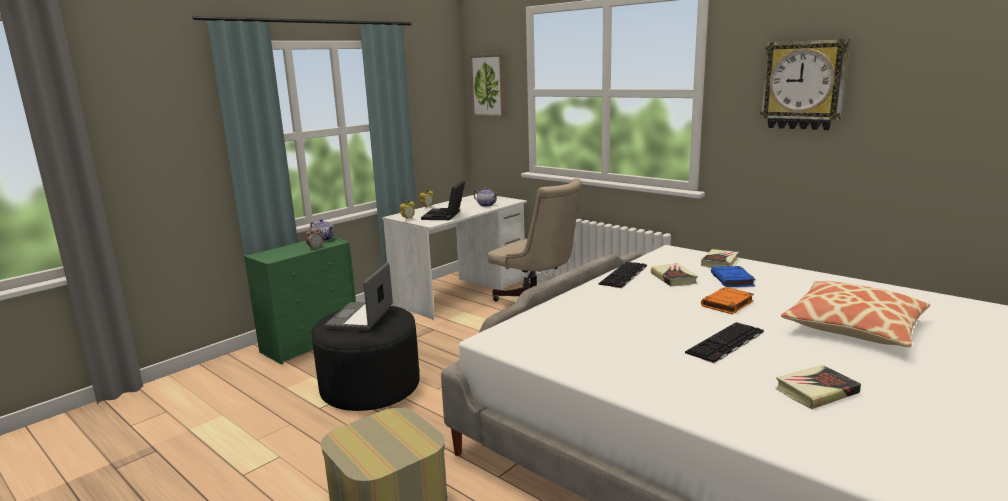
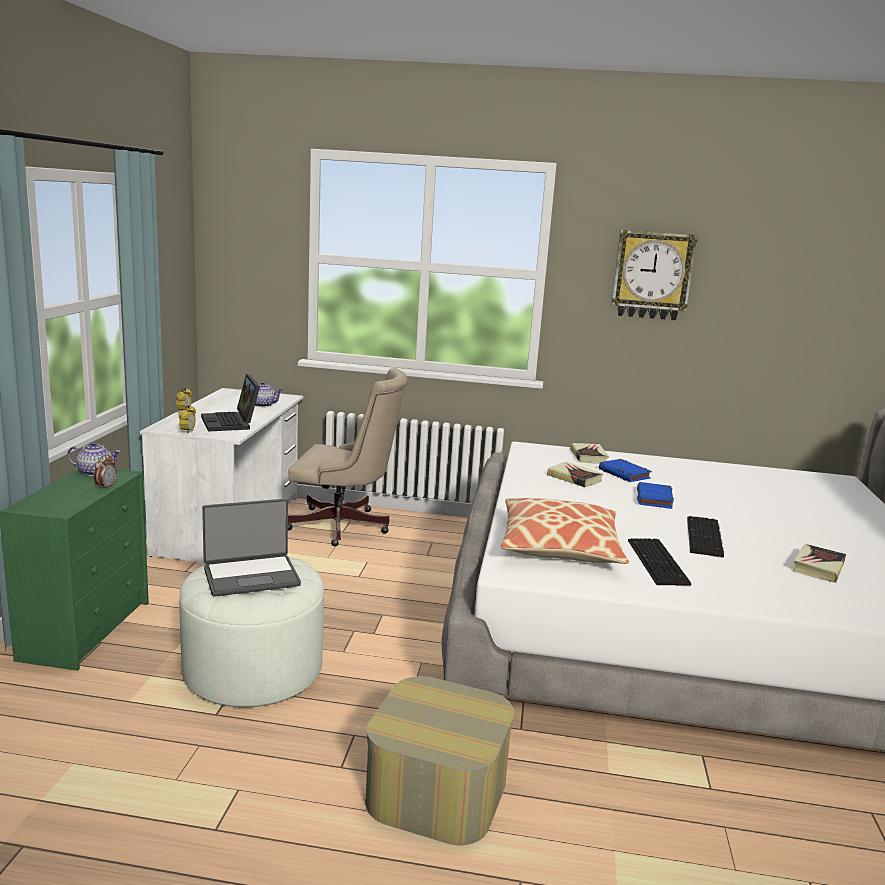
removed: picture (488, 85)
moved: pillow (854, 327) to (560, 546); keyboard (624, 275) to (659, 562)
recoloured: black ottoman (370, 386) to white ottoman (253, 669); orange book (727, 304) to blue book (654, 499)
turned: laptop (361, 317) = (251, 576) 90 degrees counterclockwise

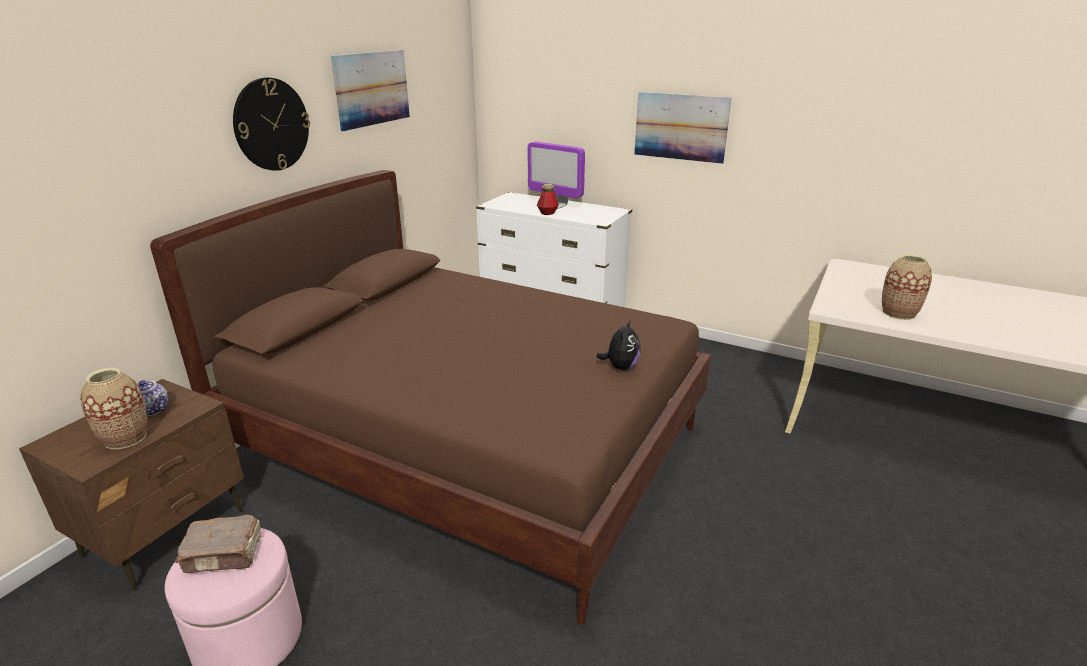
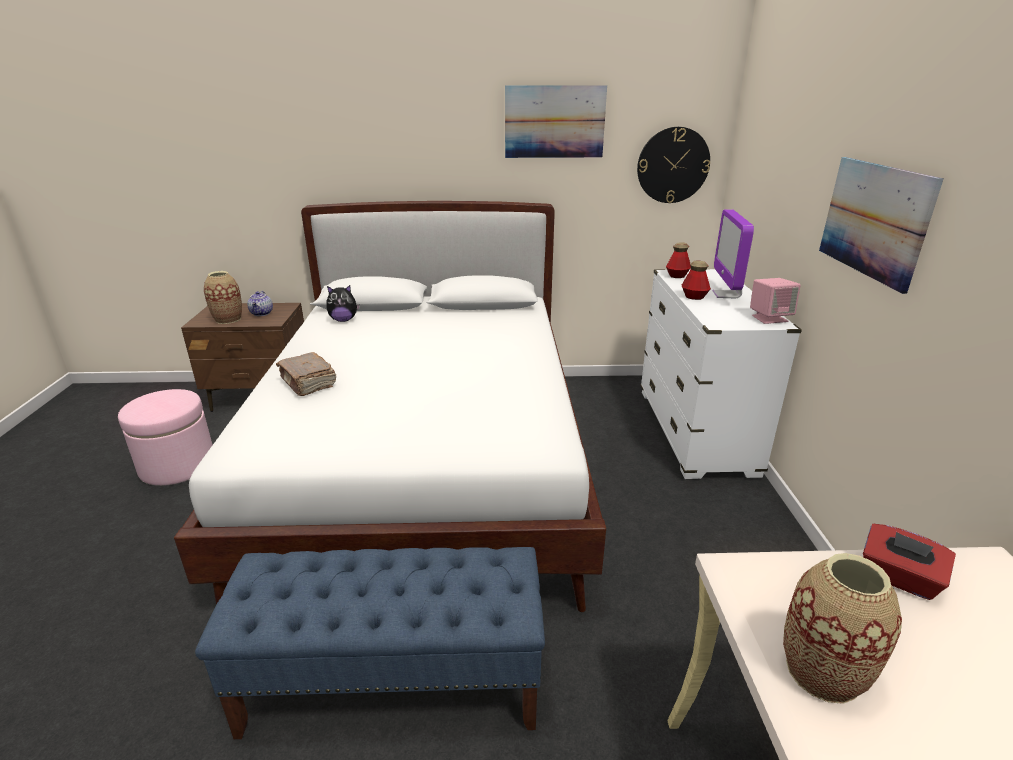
added: blue bench (394, 683); bottle (677, 276); pink speaker (769, 318); red tissue box (898, 578)
moved: brown book (224, 554) to (308, 383); plush toy (620, 367) to (343, 320); wall clock (271, 124) to (673, 165)
recoloured: brown bed (469, 445) to white bed (427, 466)

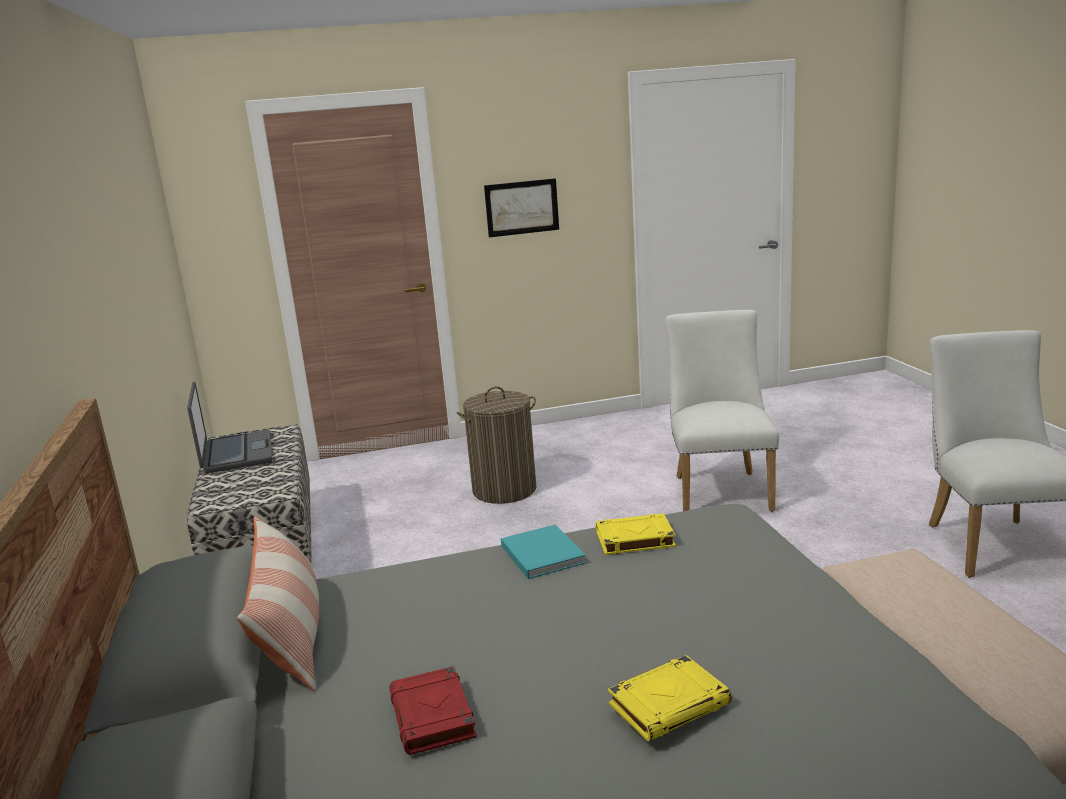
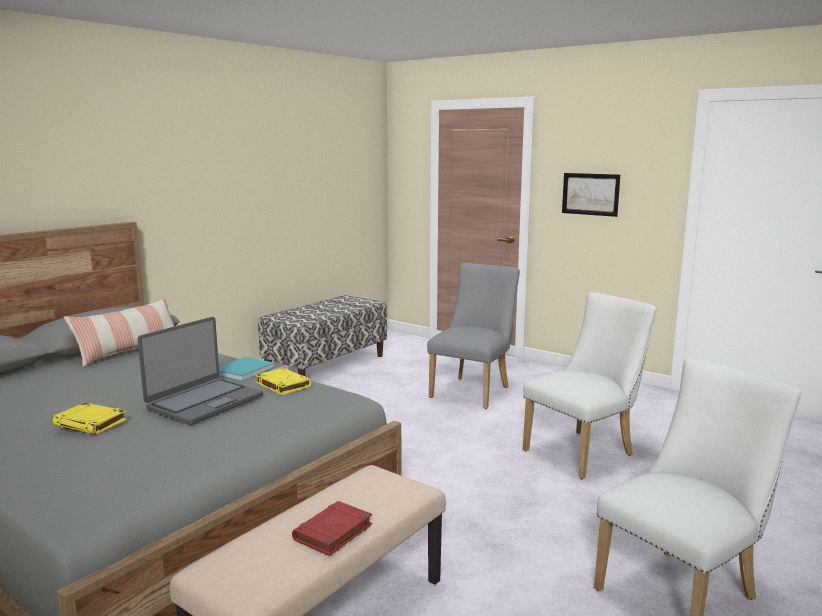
moved: laptop (236, 453) to (204, 402); red book (433, 717) to (333, 533)
replaced: laundry basket (504, 490) to grey chair (473, 390)

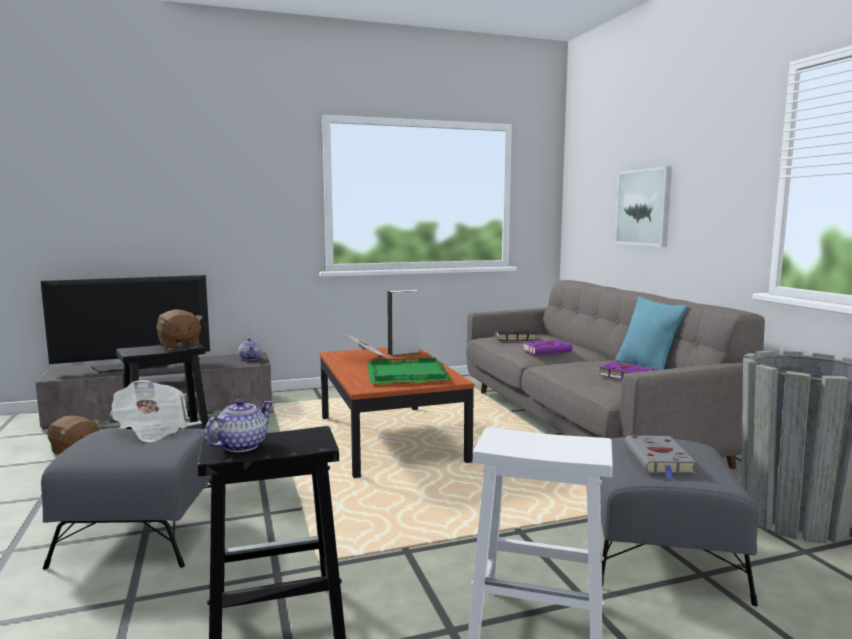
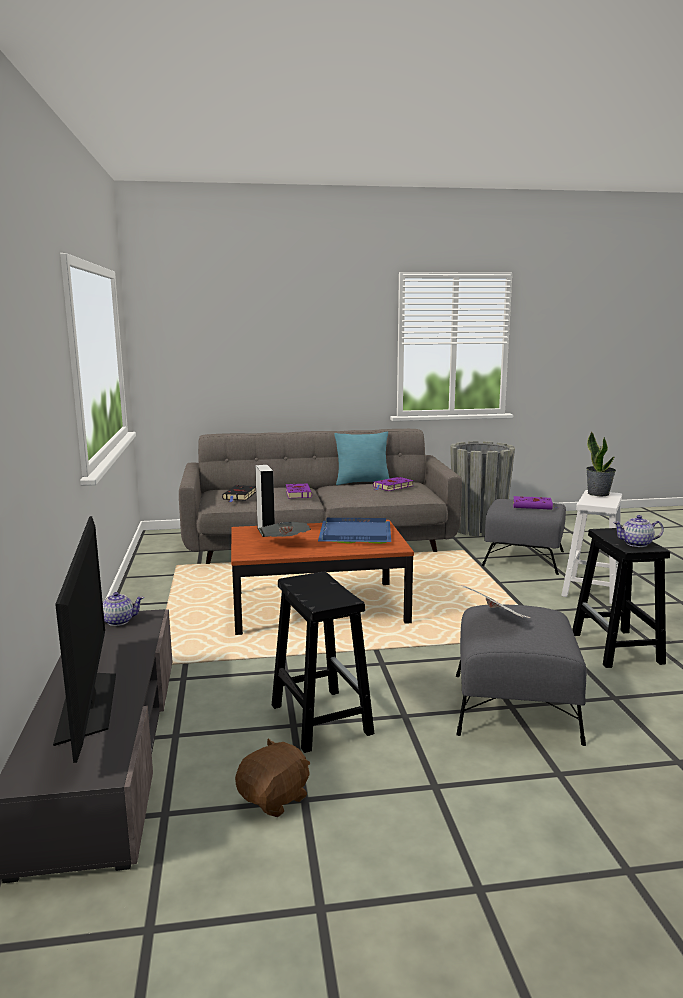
removed: brown plush toy (179, 346); picture (643, 207)
added: potted plant (598, 493)
recoloured: green tray (408, 374) to blue tray (354, 533); grey book (659, 460) to purple book (533, 506)
turned: teapot (240, 446) = (637, 544) 45 degrees counterclockwise

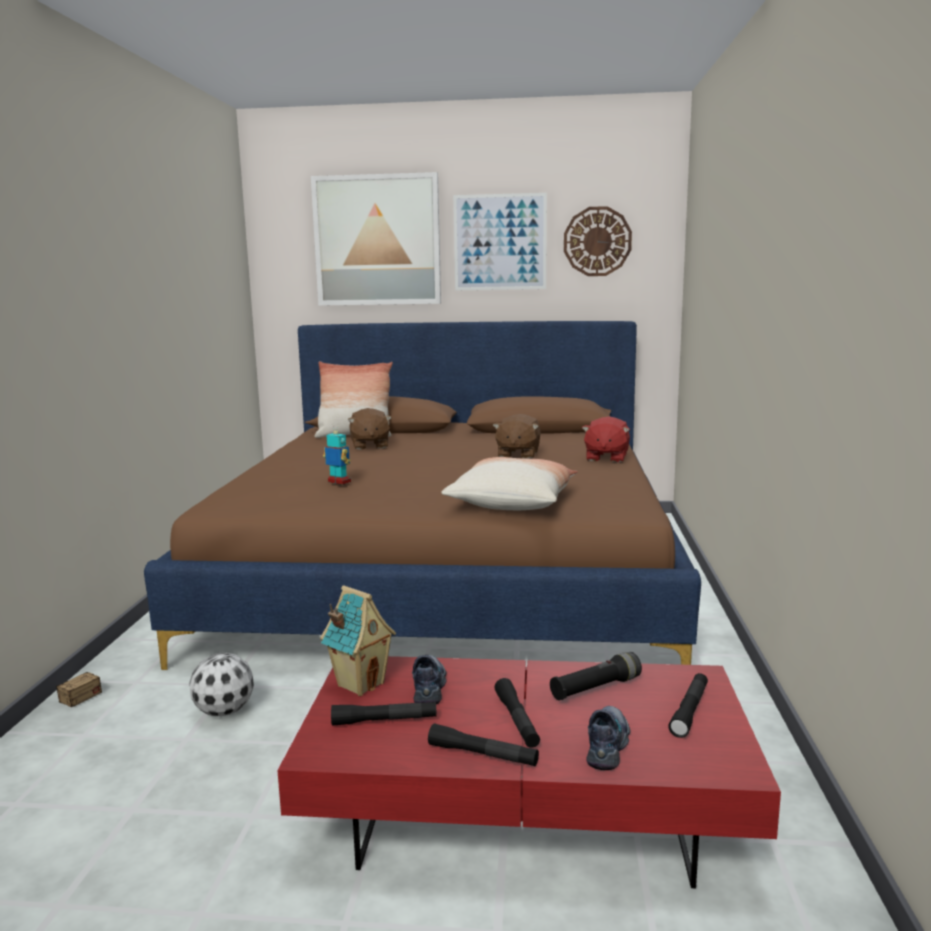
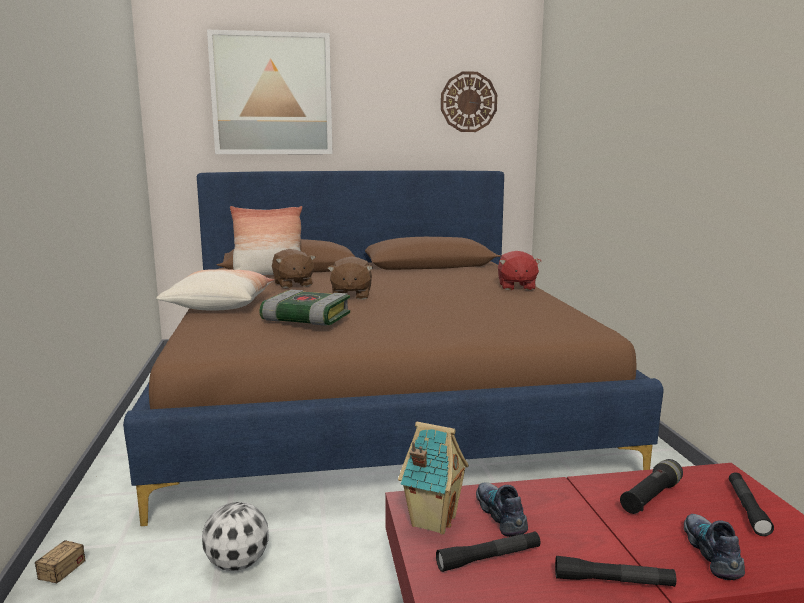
removed: picture (500, 242); black flashlight (517, 720)
moved: pillow (512, 502) to (220, 305); brown plush toy (517, 454) to (351, 296)
replaced: toy robot (339, 482) to book (305, 318)

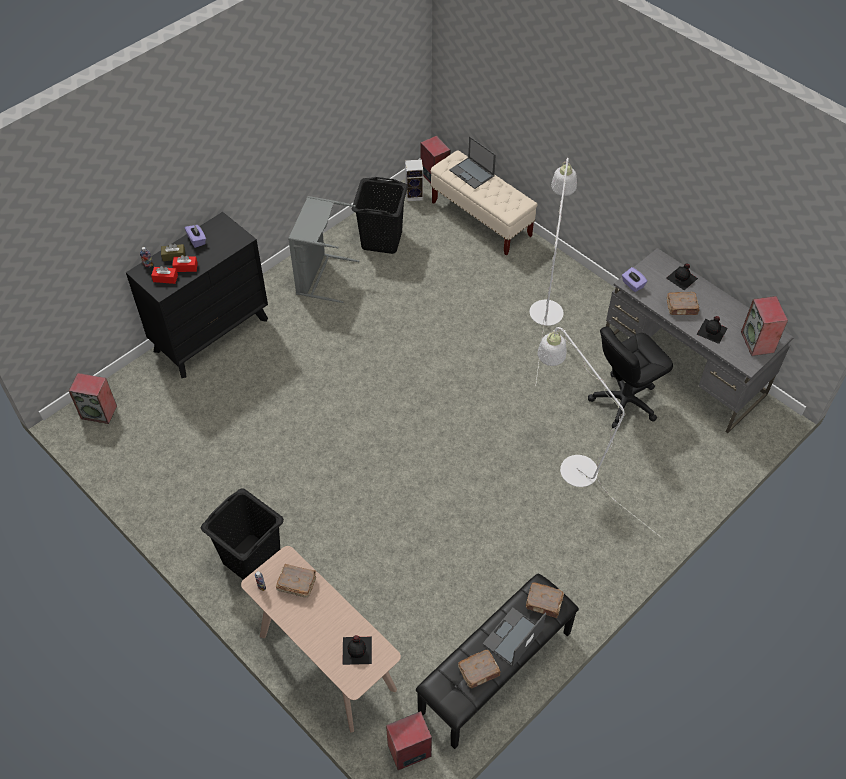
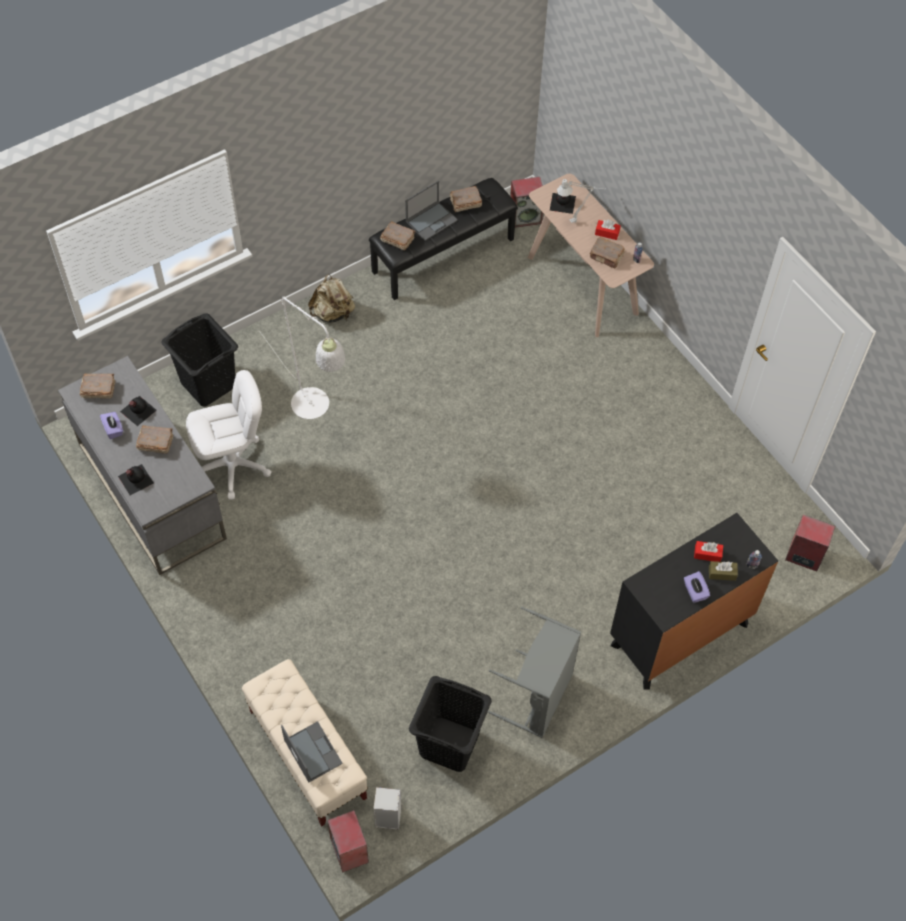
removed: white floor lamp (547, 305)
added: beige backpack (333, 313); grey table lamp (578, 221)
moved: purple tissue box (632, 285) to (113, 429); black laundry basket (251, 559) to (208, 384); red tissue box (165, 278) to (607, 233)
replaced: speaker (758, 342) to brown book (98, 389)
recoloured: black office chair (624, 401) to white office chair (233, 466)

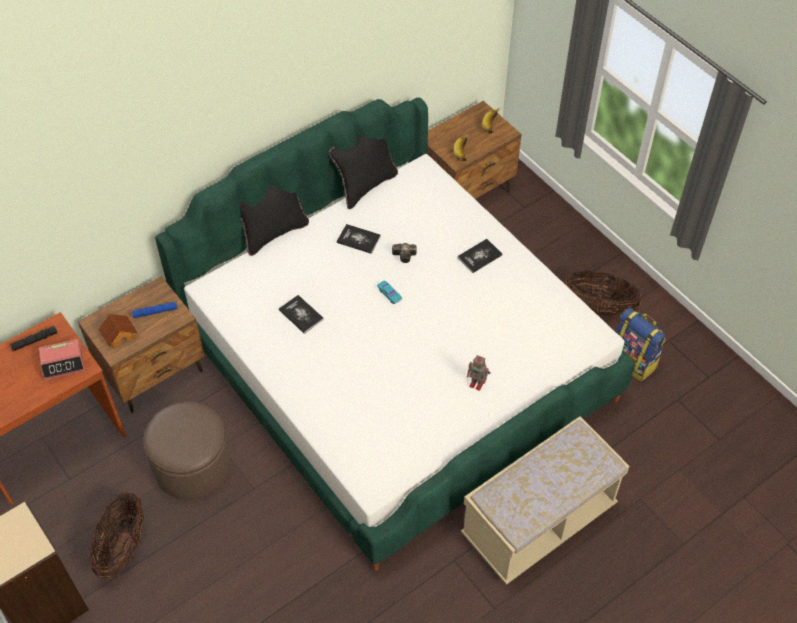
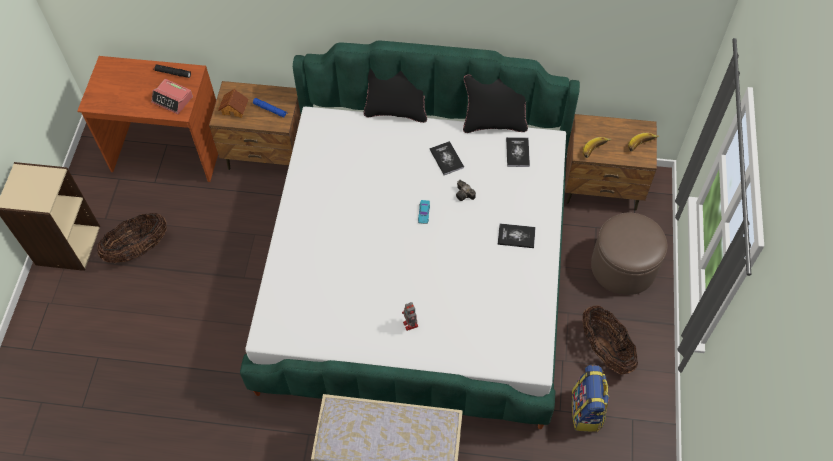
moved: book (301, 315) to (517, 152); brown ottoman (192, 465) to (623, 266)

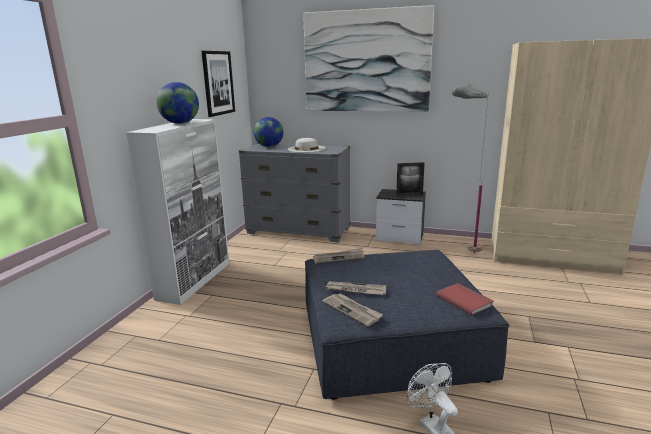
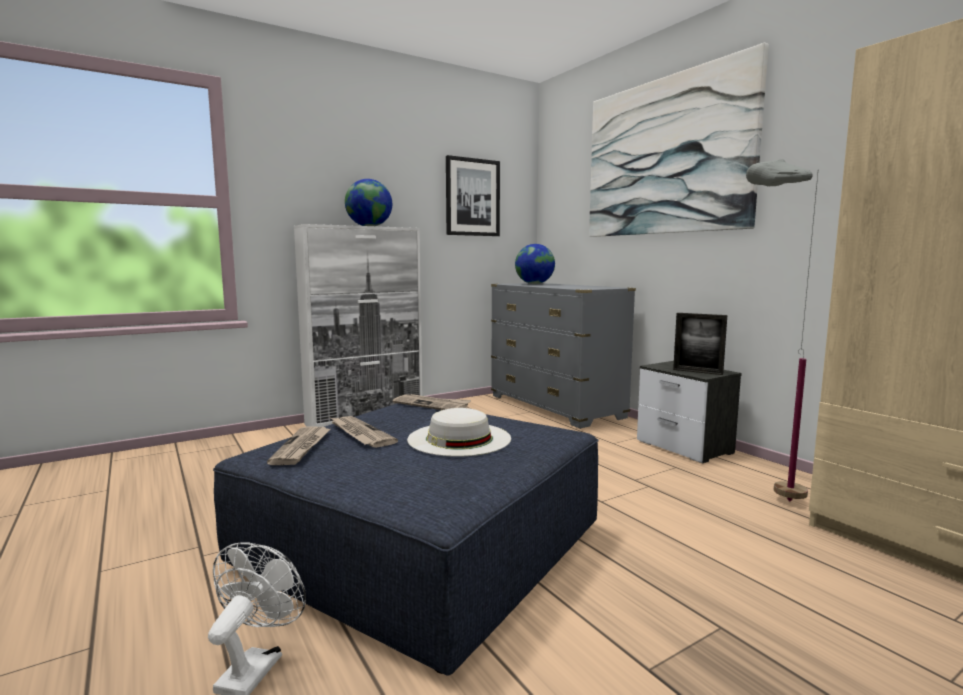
removed: red book (464, 300)
moved: white hat (306, 148) to (459, 438)

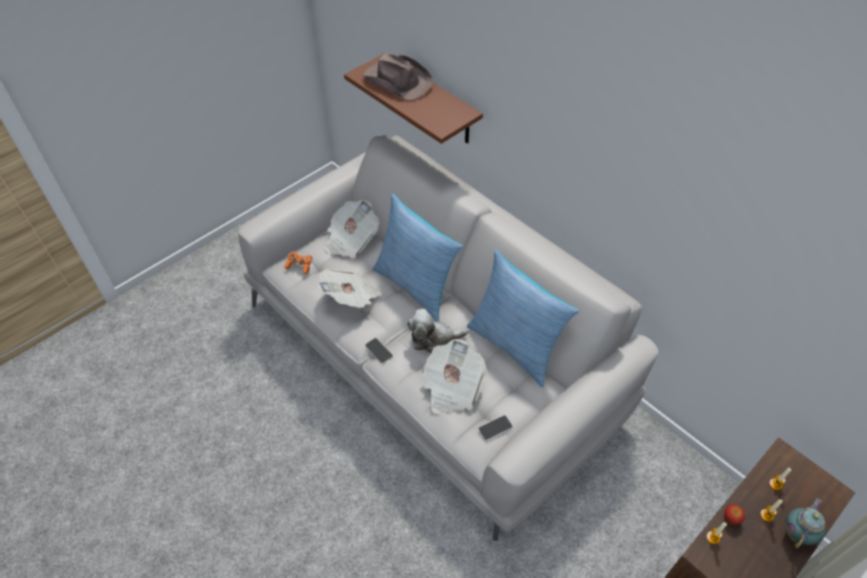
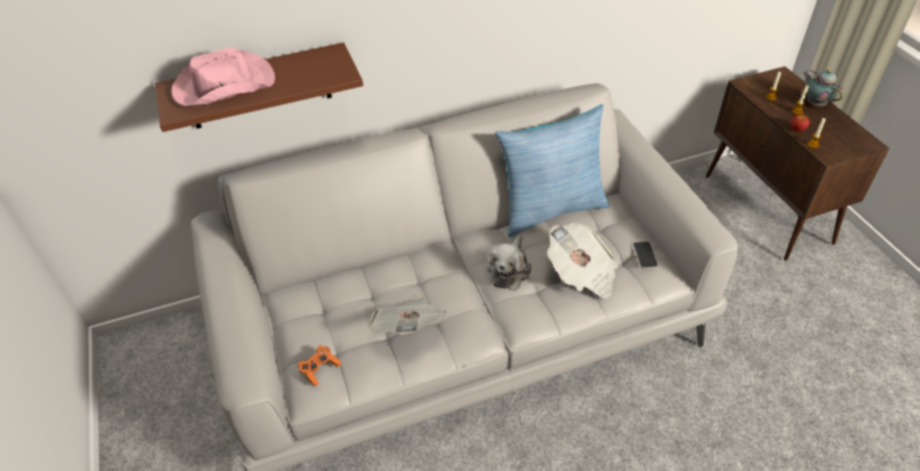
removed: newspaper (351, 240); phone (379, 350); pillow (416, 286)
recoloured: brown hat (397, 80) to pink hat (223, 85)

